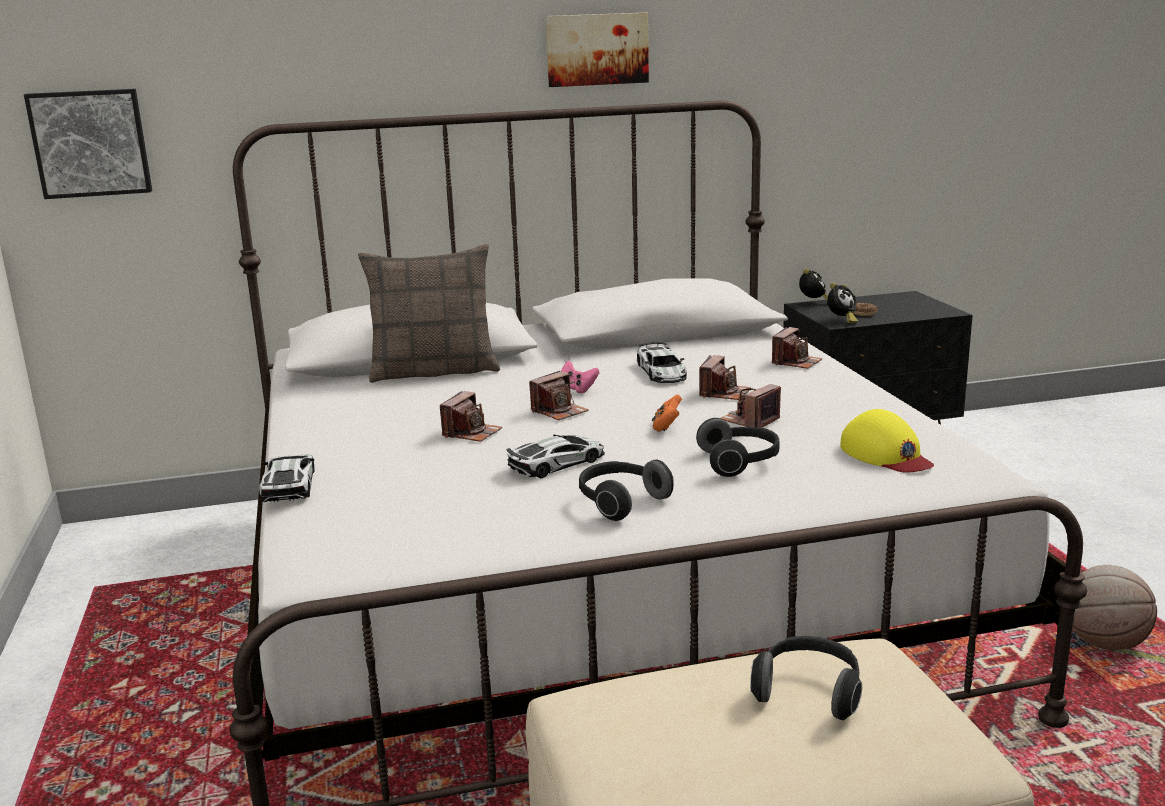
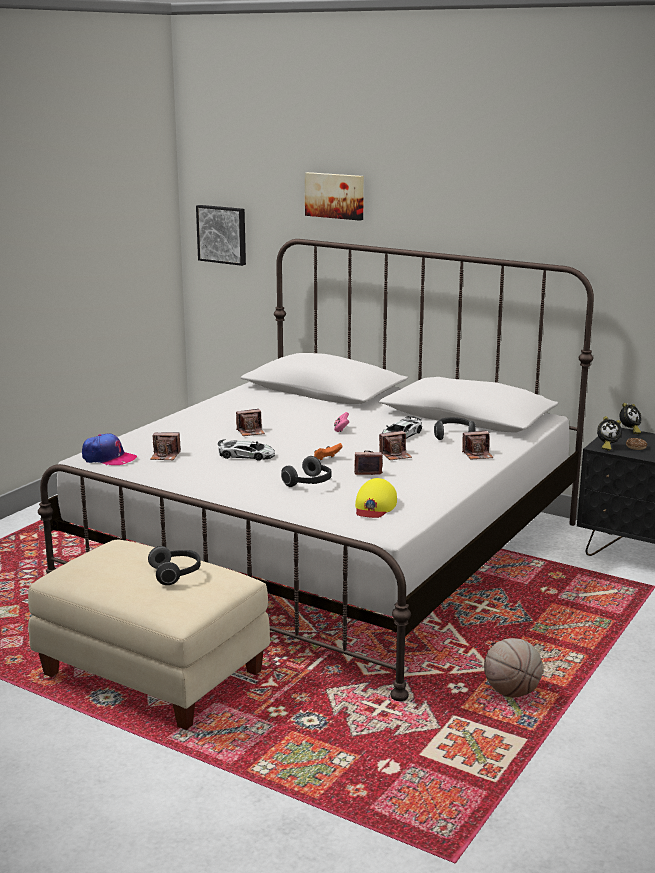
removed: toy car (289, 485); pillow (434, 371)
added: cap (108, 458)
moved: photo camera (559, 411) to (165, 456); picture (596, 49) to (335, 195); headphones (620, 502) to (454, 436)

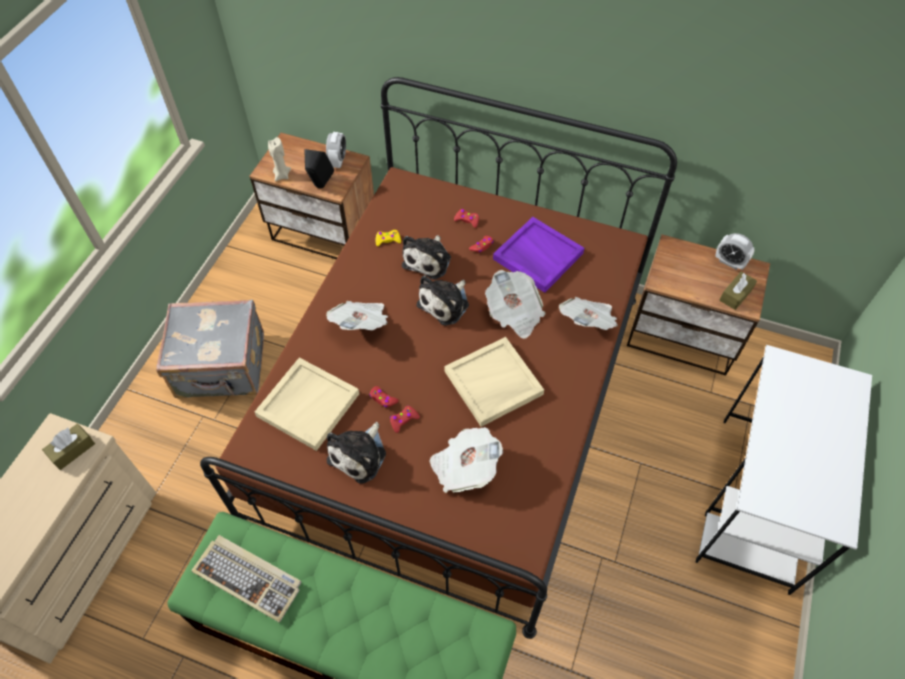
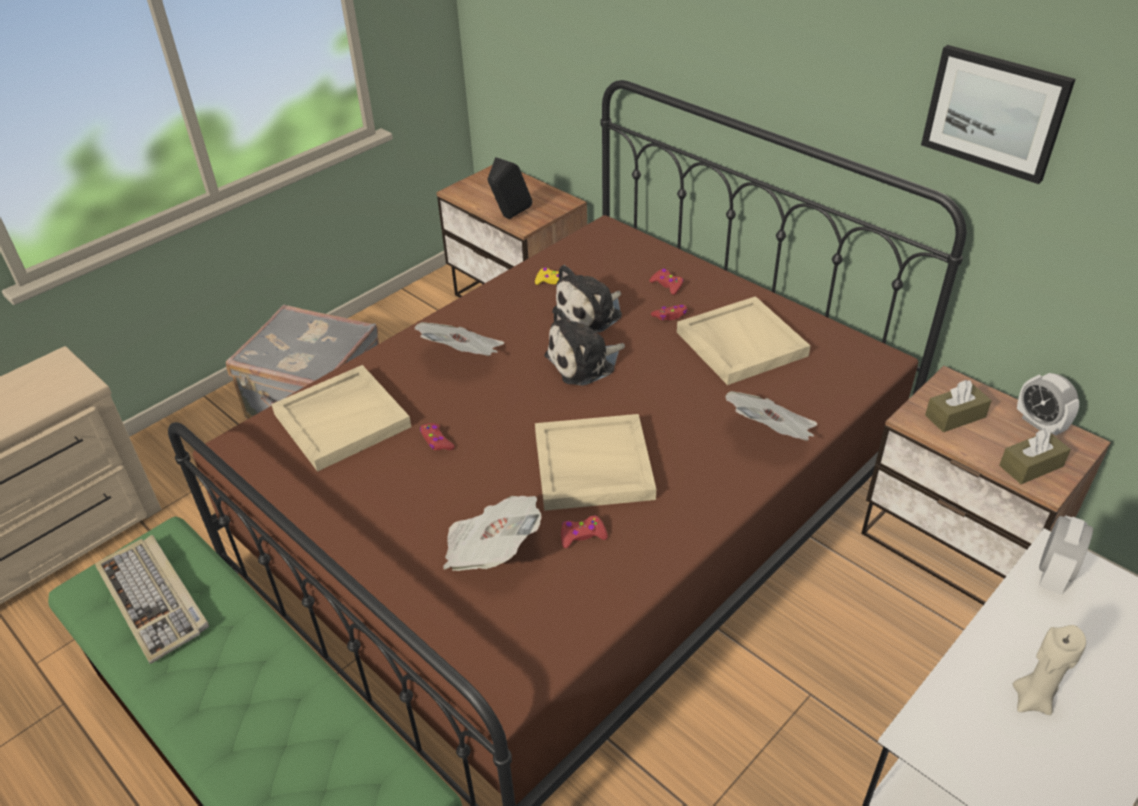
removed: plush toy (359, 454); newspaper (514, 313)
added: picture (995, 112)
moved: red game controller (403, 420) to (582, 535); brown tissue box (72, 450) to (955, 416); beige candle (282, 175) to (1032, 699); alarm clock (338, 161) to (1052, 575)
recoloured: purple tray (537, 256) to beige tray (740, 343)

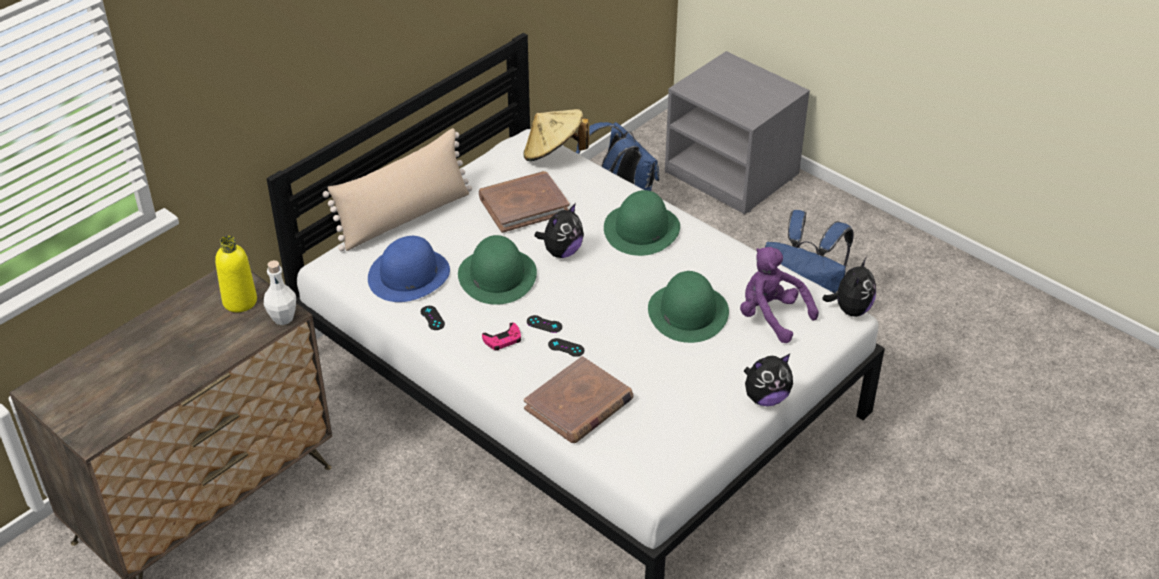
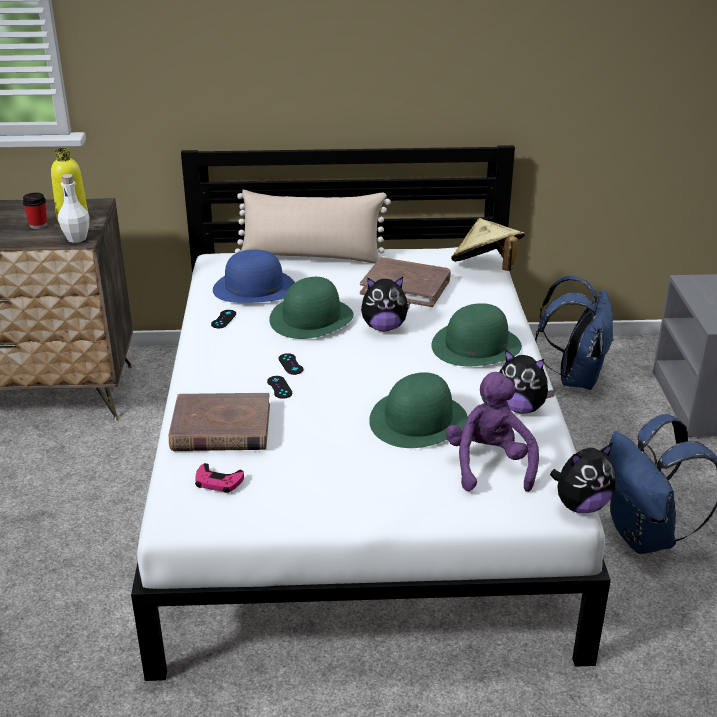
added: cup (38, 225)
moved: pink game controller (503, 340) to (218, 482); plush toy (765, 398) to (520, 408)

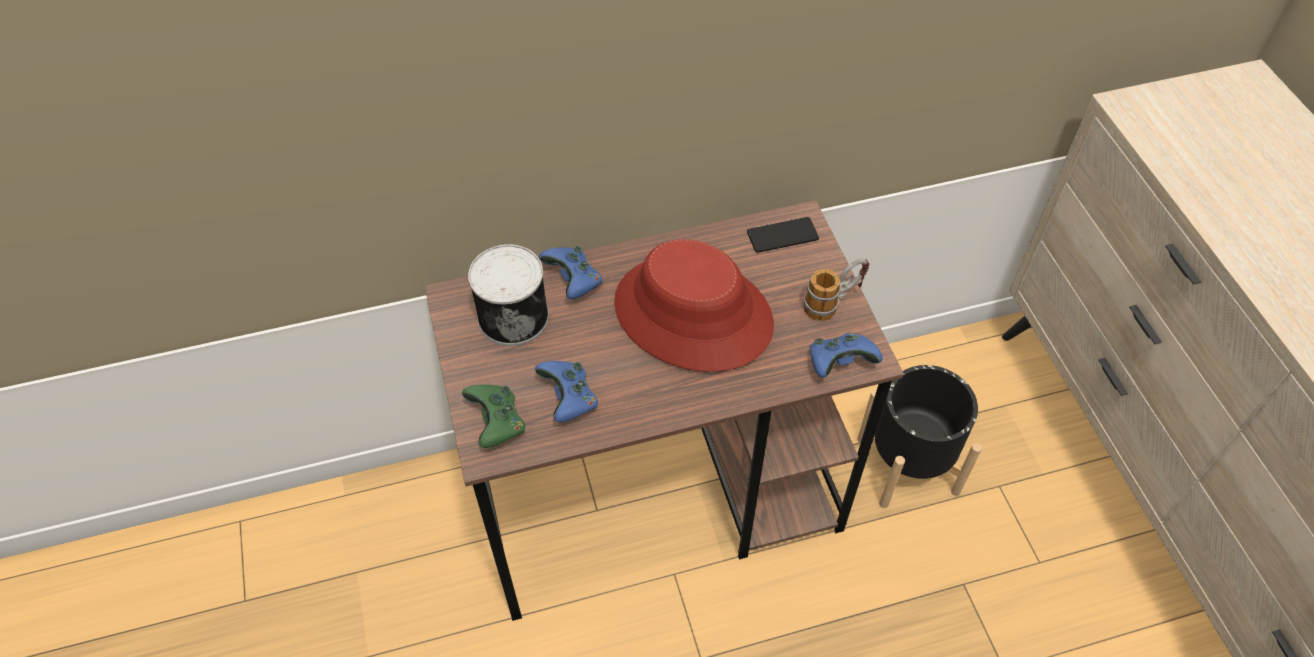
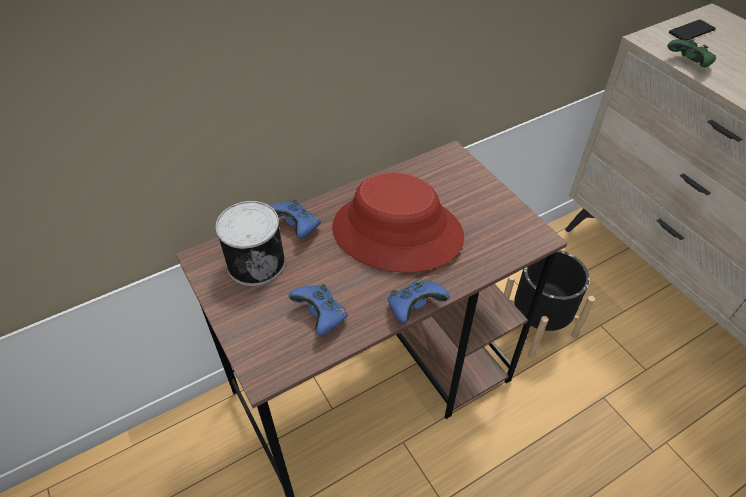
removed: mug (833, 303)
moved: blue game controller (840, 363) to (414, 307); green game controller (497, 424) to (689, 64); phone (782, 235) to (691, 31)

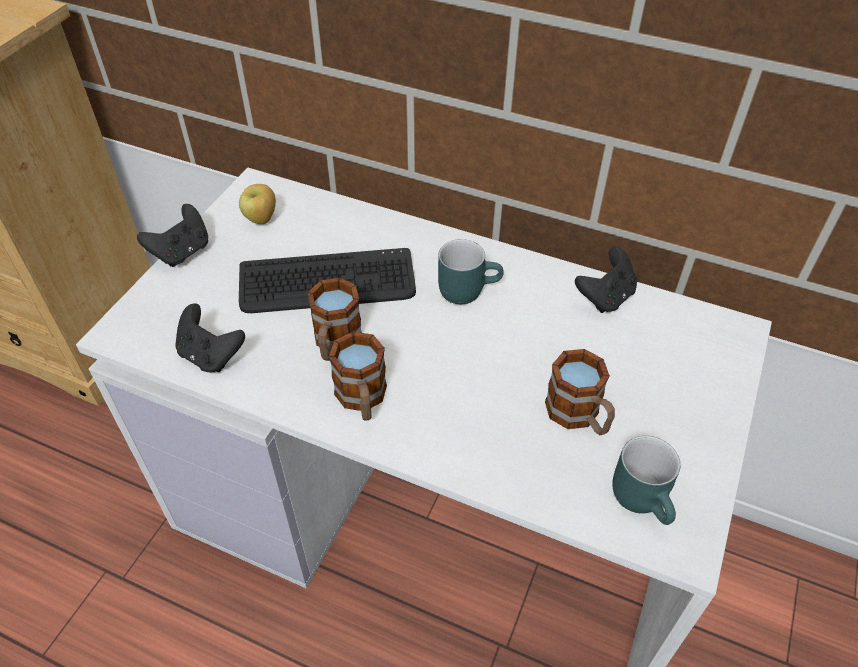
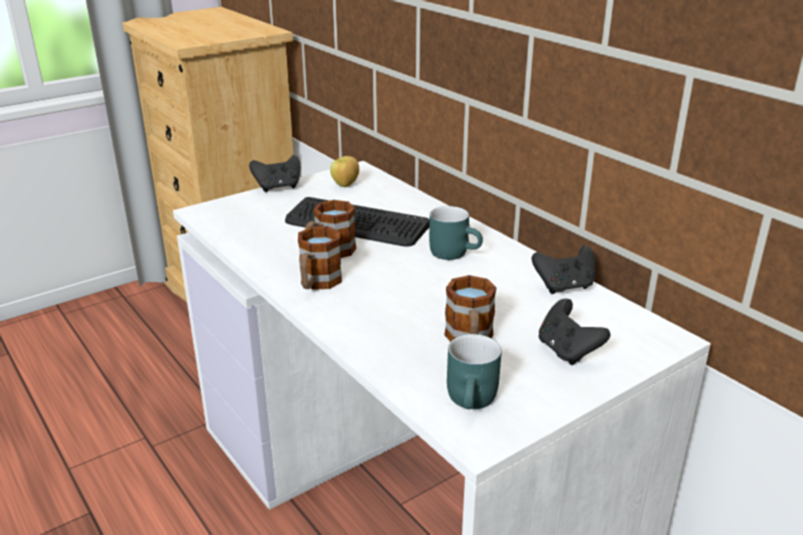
moved: black game controller (211, 355) to (567, 351)

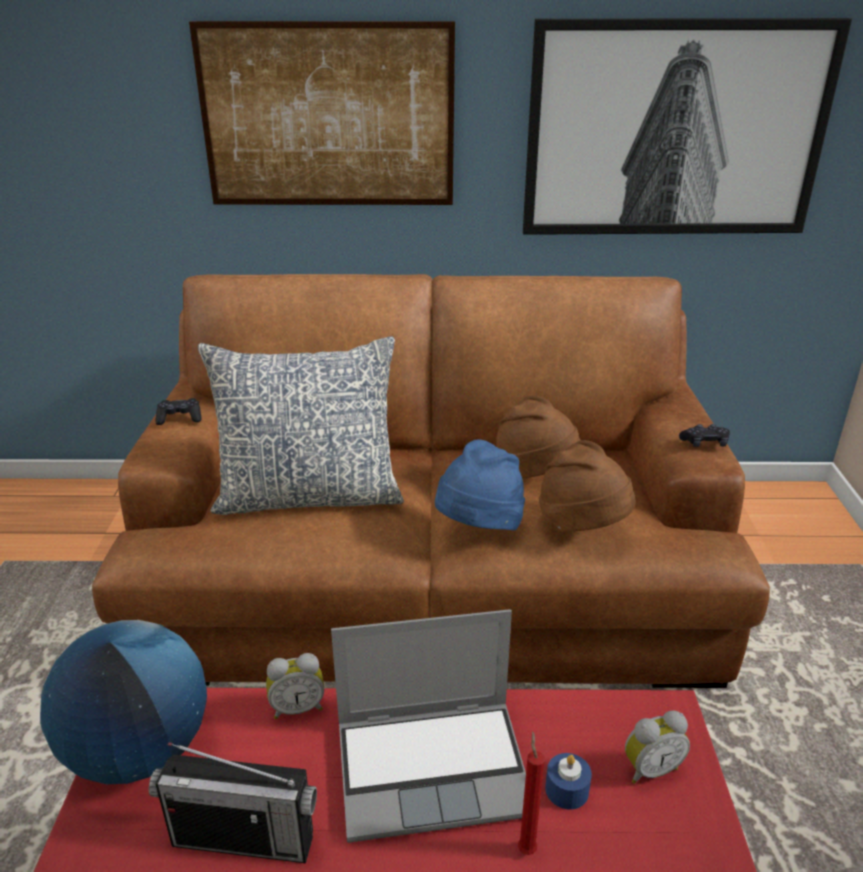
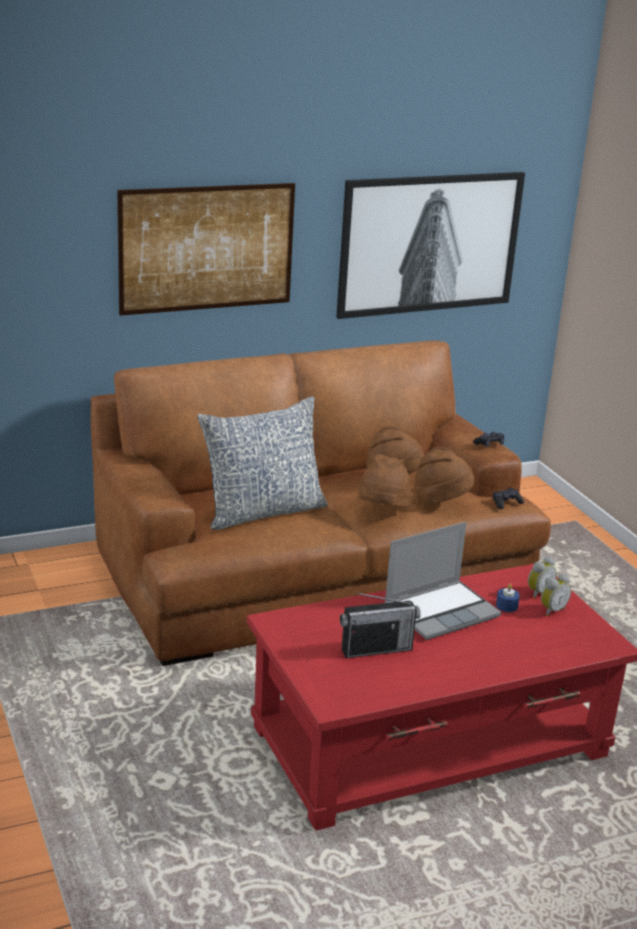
removed: globe (139, 751); red candle (526, 847)
moved: black game controller (179, 418) to (506, 503); alarm clock (297, 707) to (551, 610)
recoloured: blue hat (479, 527) to brown hat (382, 511)

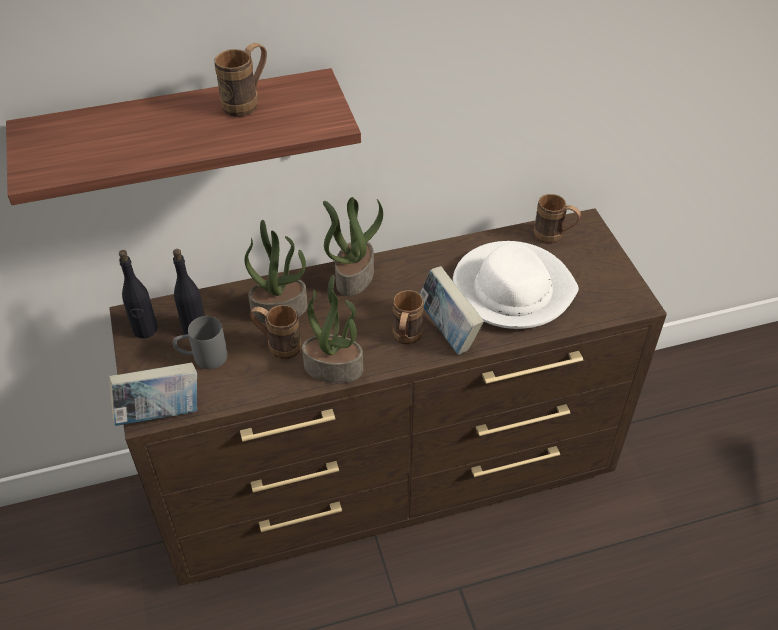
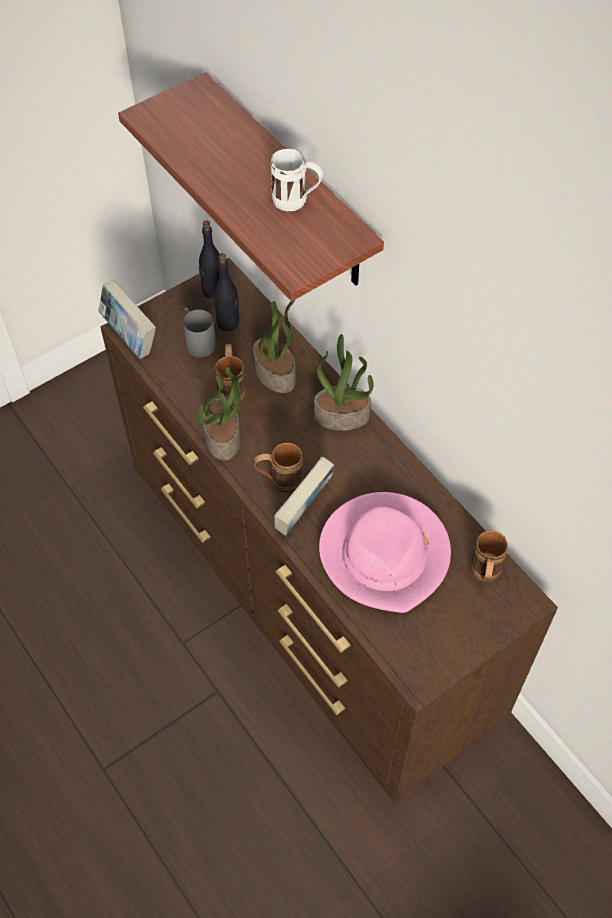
recoloured: brown mug (247, 103) to white mug (297, 202); white hat (512, 289) to pink hat (385, 553)

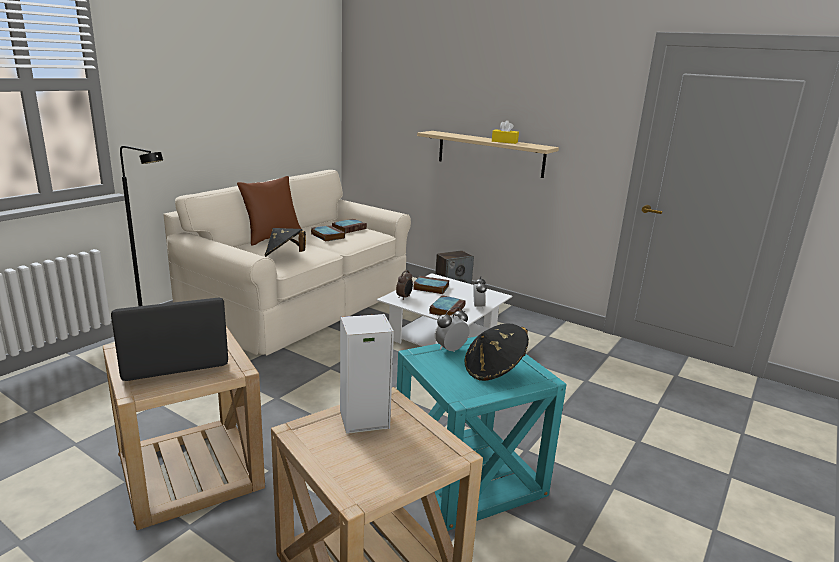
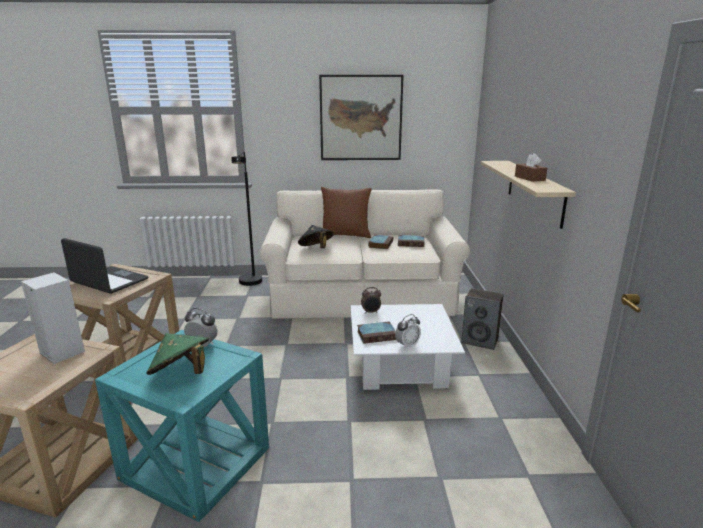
removed: book (430, 287)
added: picture (361, 118)
recoloured: black hat (494, 370) to green hat (181, 374); yellow tissue box (504, 141) to brown tissue box (529, 178)

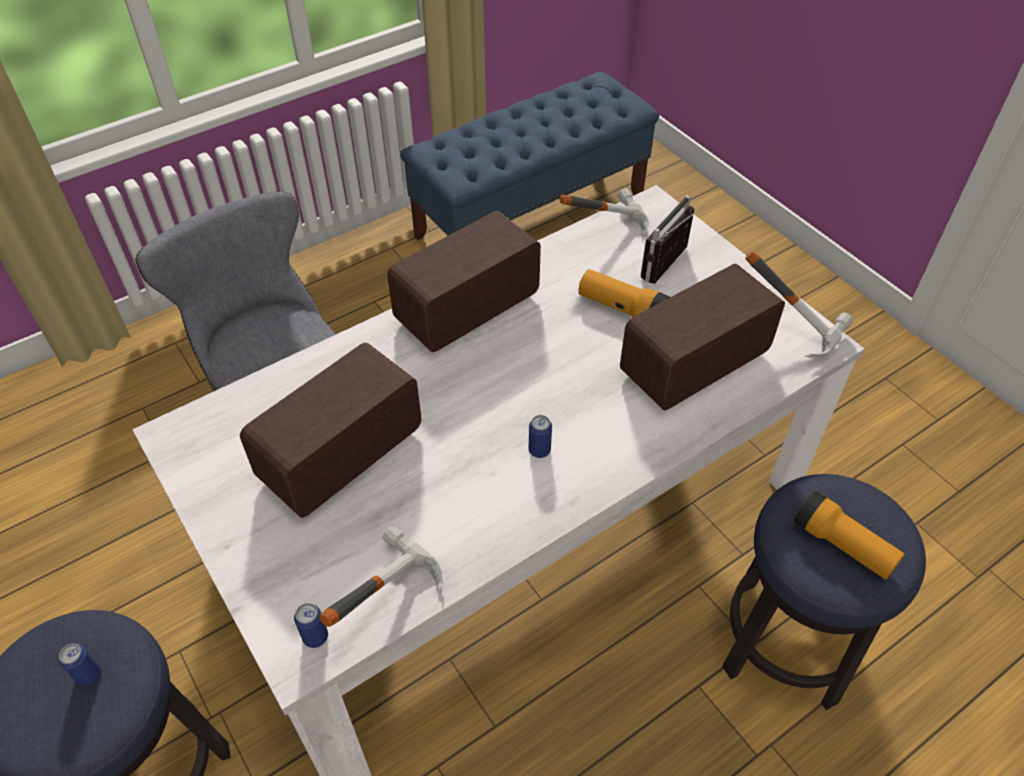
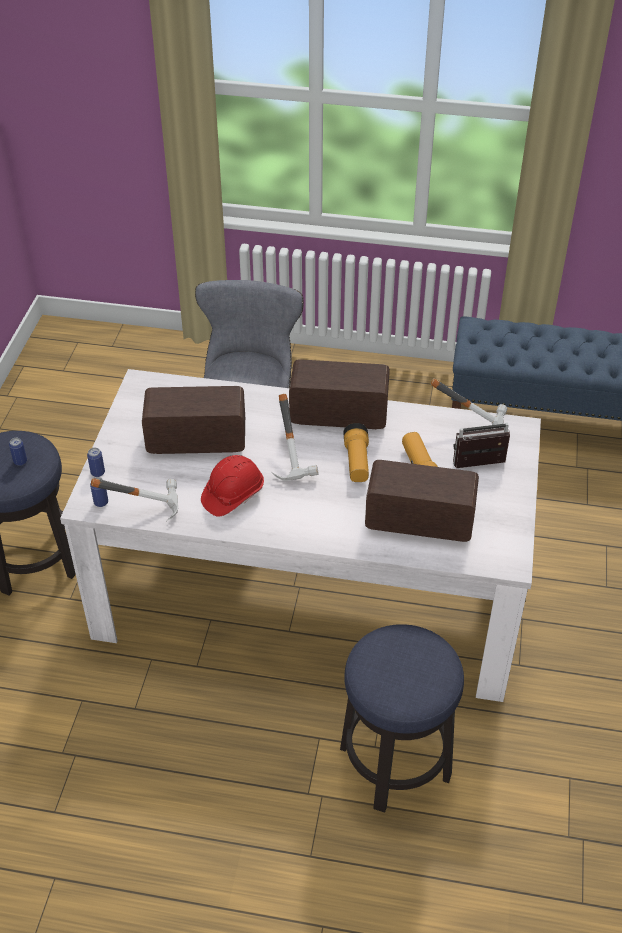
added: red hard hat (232, 495)
moved: can (539, 450) to (98, 472); hammer (794, 324) to (297, 459); flashlight (842, 545) to (357, 462)

